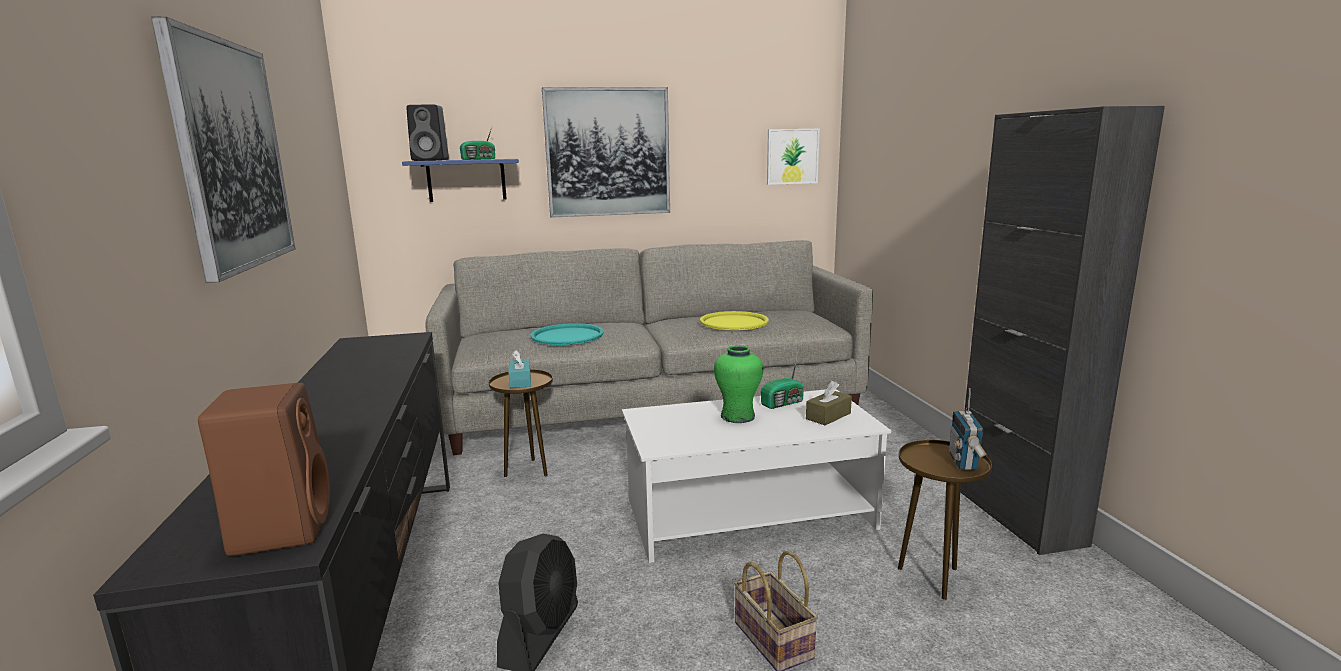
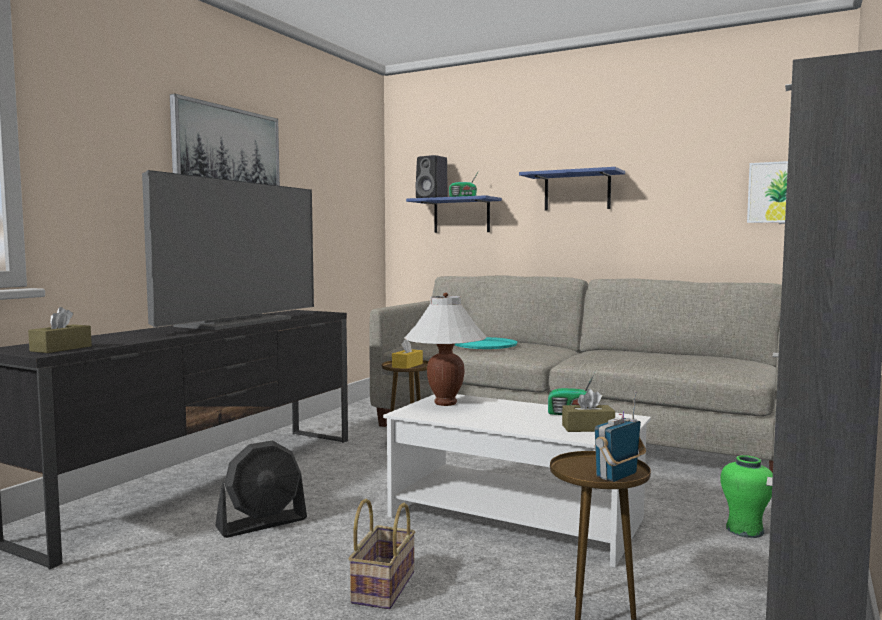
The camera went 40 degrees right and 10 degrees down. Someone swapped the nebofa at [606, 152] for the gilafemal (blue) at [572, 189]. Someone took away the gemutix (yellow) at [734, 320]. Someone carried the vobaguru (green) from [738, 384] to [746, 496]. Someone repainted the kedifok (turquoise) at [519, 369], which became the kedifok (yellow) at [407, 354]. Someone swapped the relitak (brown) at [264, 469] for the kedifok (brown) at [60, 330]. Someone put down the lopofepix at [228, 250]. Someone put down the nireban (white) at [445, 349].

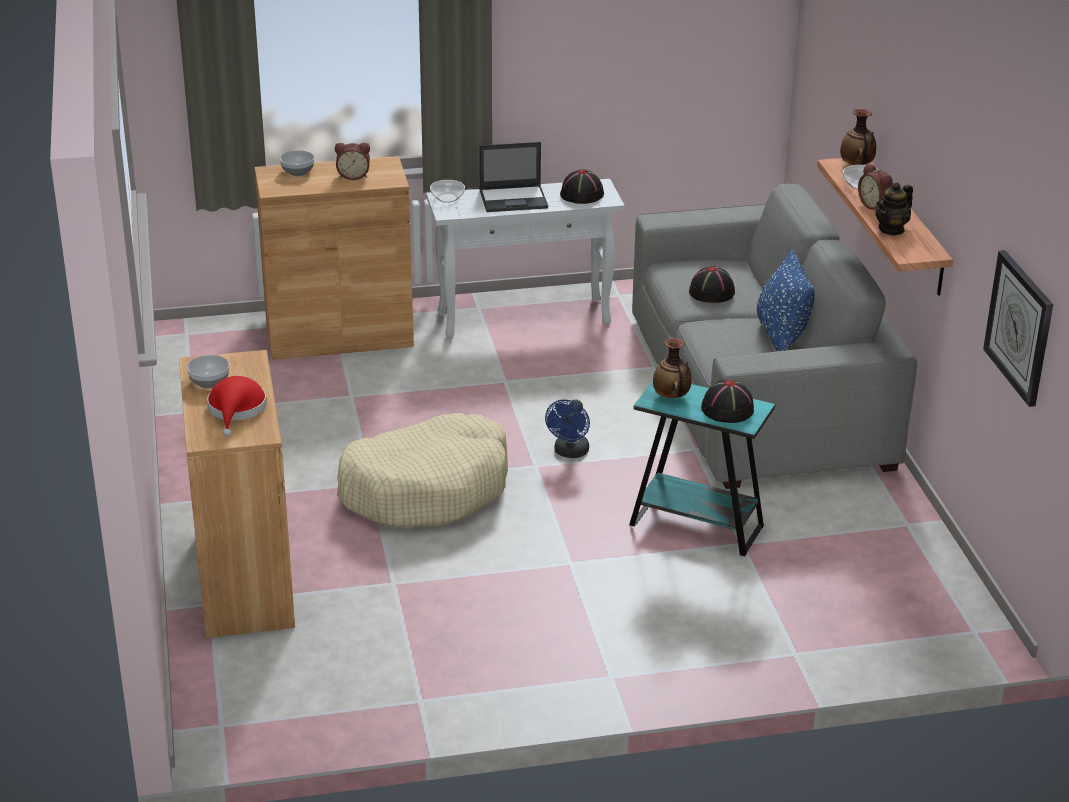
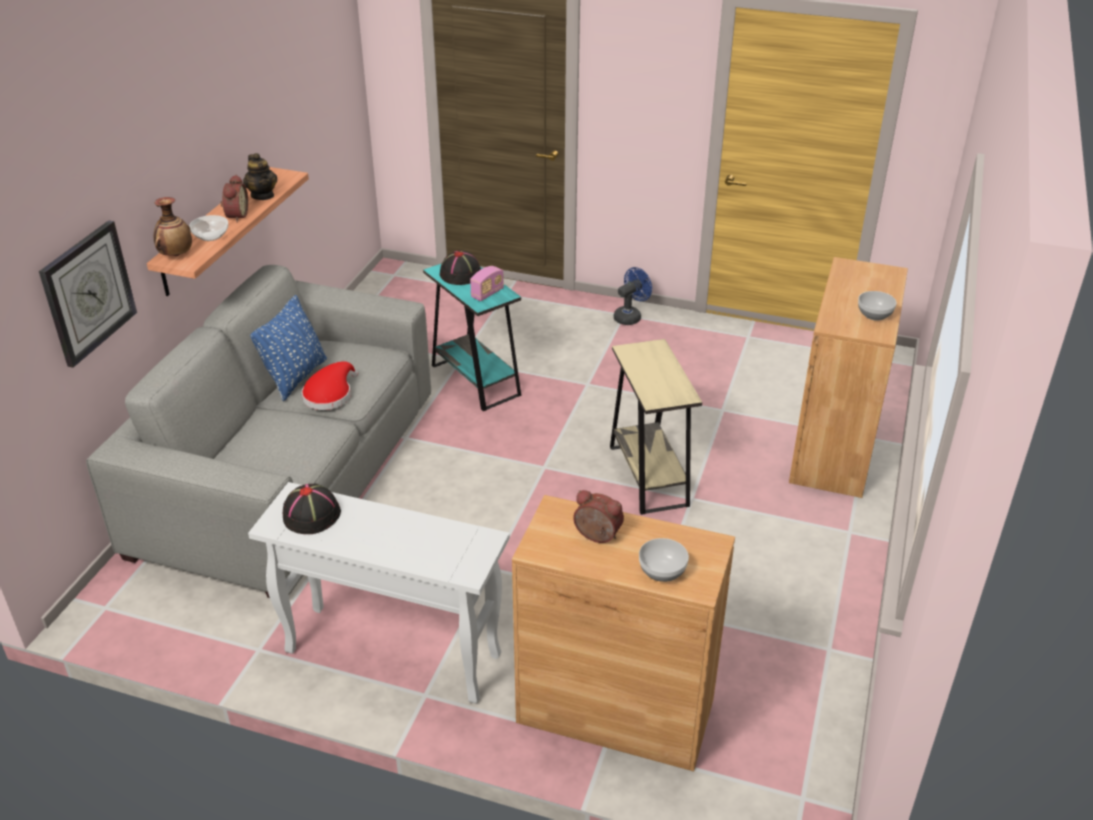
The camera went 150 degrees left and 5 degrees up. Someone took away the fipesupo at [513, 177]. Someone took away the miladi at [447, 191]. Someone rotated the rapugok at [894, 209] by 75 degrees clockwise. Someone carried the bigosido from [1018, 328] to [88, 294]. Someone took away the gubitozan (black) at [712, 284]. Someone swapped the vobaguru at [672, 368] for the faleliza at [487, 283]. Someone carried the gubitozan (red) from [237, 406] to [330, 385]. Someone carried the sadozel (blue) from [567, 429] to [633, 296]. Someone swapped the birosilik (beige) at [422, 470] for the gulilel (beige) at [656, 427].

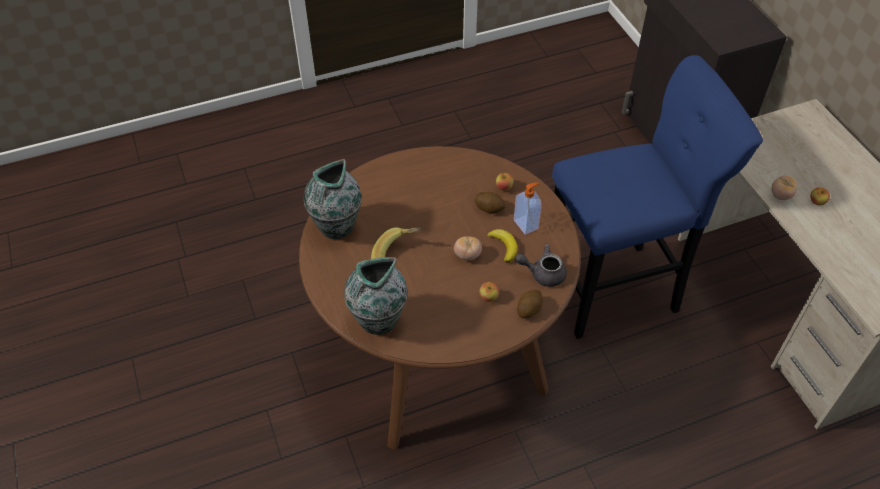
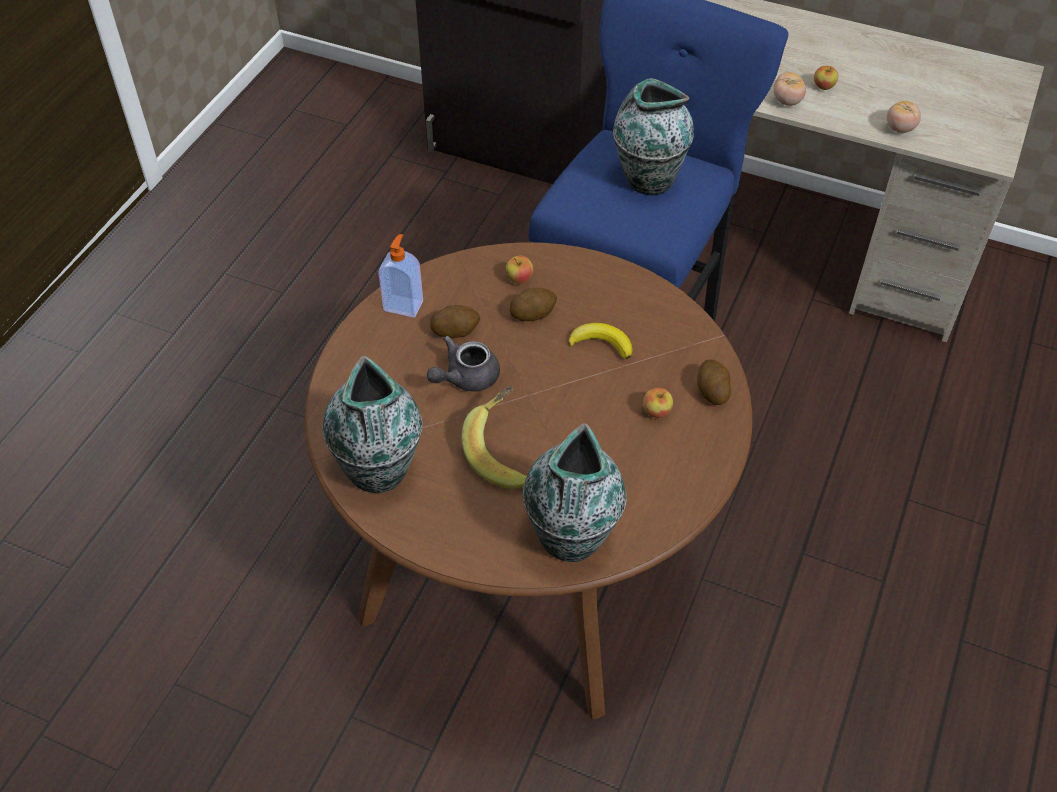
The camera went 45 degrees left and 0 degrees up. Someone carried the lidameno from [527, 208] to [400, 276]. Someone carried the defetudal from [468, 248] to [904, 117]. Someone carried the rapugok (grey) from [541, 265] to [463, 364]. Someone put down the vobaguru at [653, 137]. Someone put down the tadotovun at [455, 321].

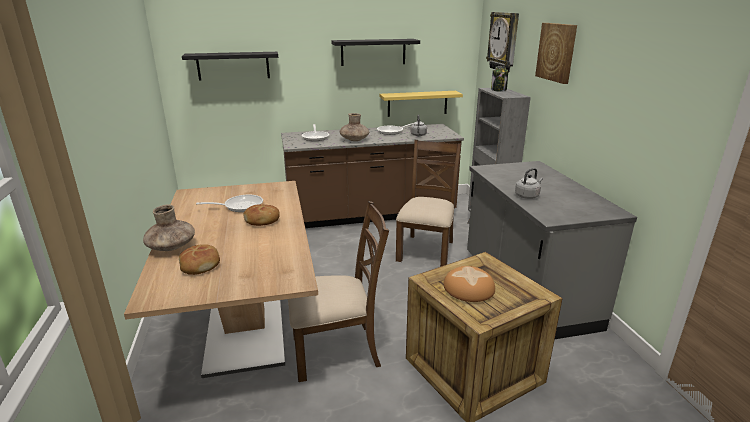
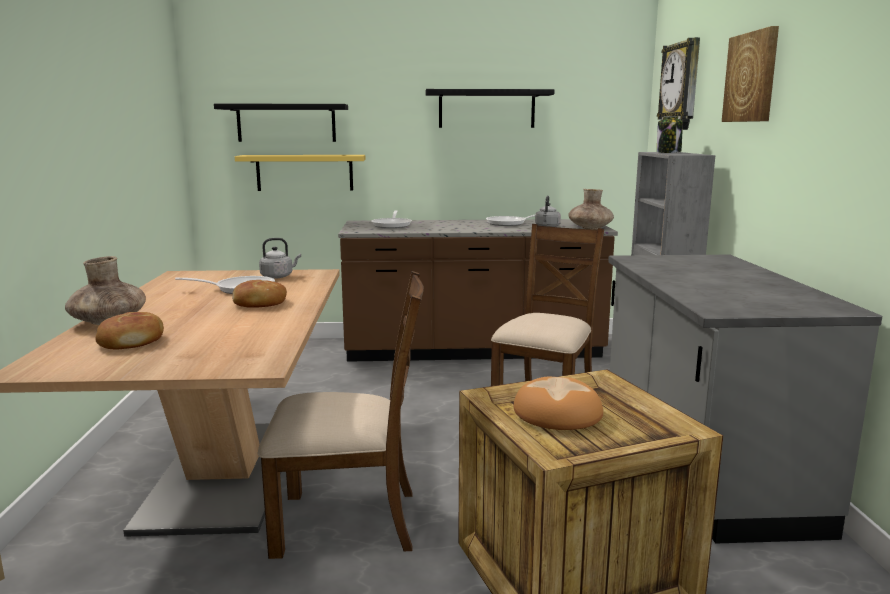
The camera went 10 degrees right and 10 degrees down. Someone carried the gilafemal (yellow) from [421, 104] to [300, 173]. Someone carried the vobaguru (brown) from [354, 127] to [591, 209]. Someone carried the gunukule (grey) from [529, 183] to [280, 258].

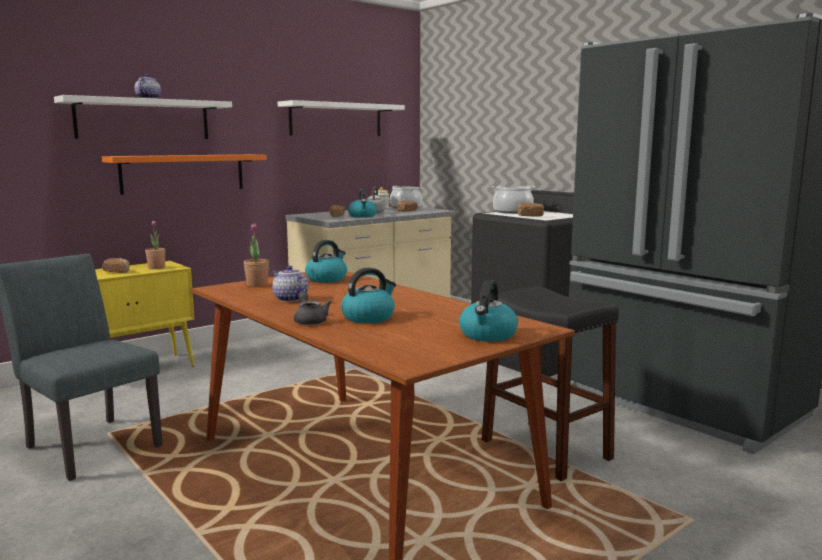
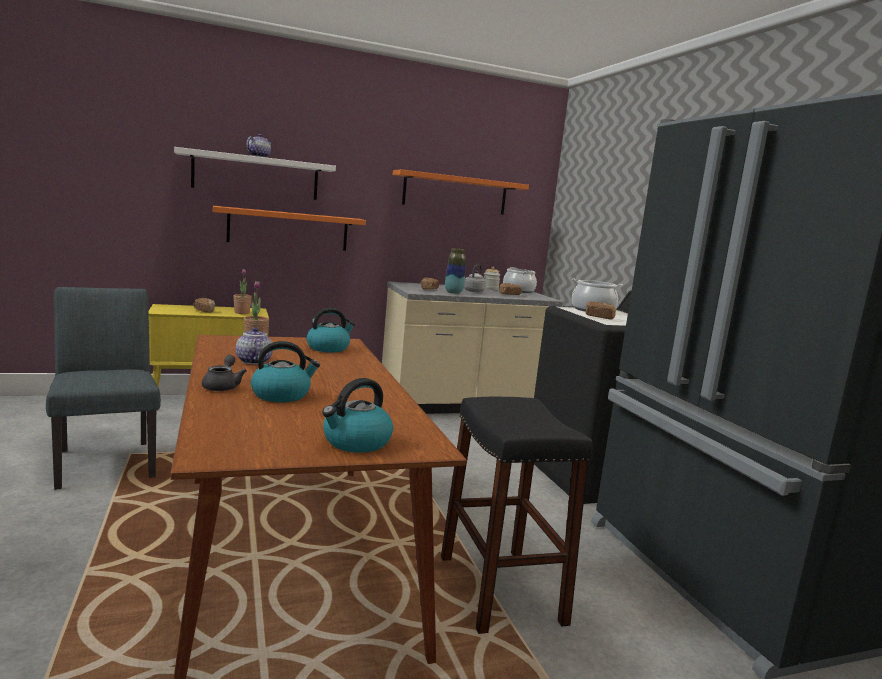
The camera went 20 degrees right and 0 degrees up. Someone repainted the gilafemal (white) at [341, 118], which became the gilafemal (orange) at [461, 192]. Someone swapped the gunukule at [362, 203] for the vobaguru at [455, 271].

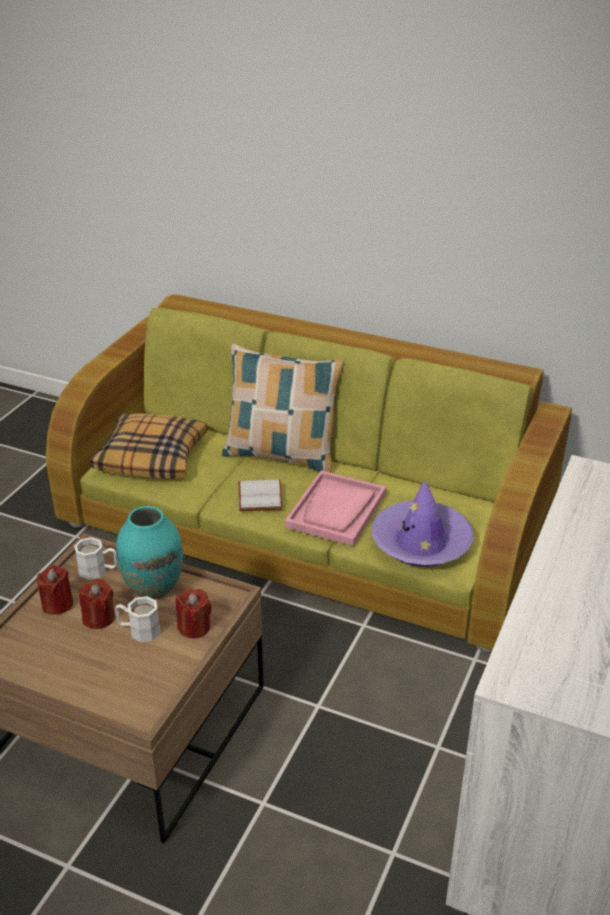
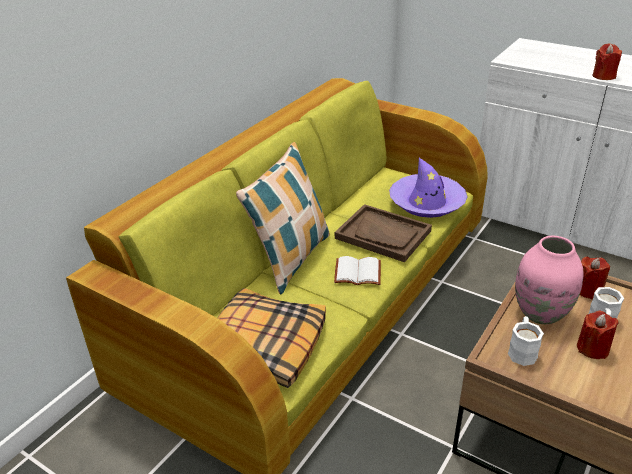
The camera went 80 degrees left and 0 degrees up. Someone repainted the gemutix (pink) at [335, 508], which became the gemutix (brown) at [383, 233]. Someone repainted the vobaguru (turquoise) at [149, 552], which became the vobaguru (pink) at [549, 280]. Someone carried the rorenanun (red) from [55, 590] to [607, 61].

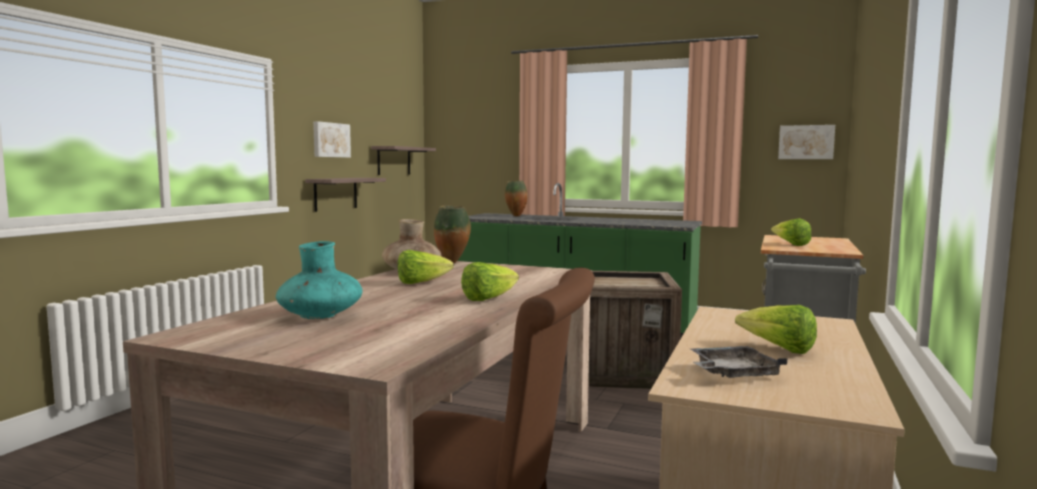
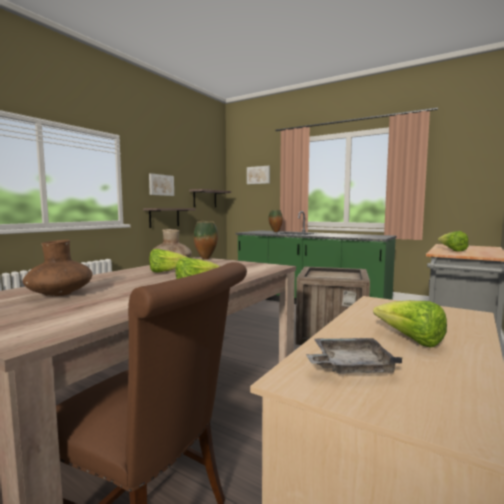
The camera went 10 degrees right and 0 degrees up. Someone carried the nebofa from [806, 142] to [258, 175]. Someone repainted the vobaguru (turquoise) at [319, 280], which became the vobaguru (brown) at [57, 268].

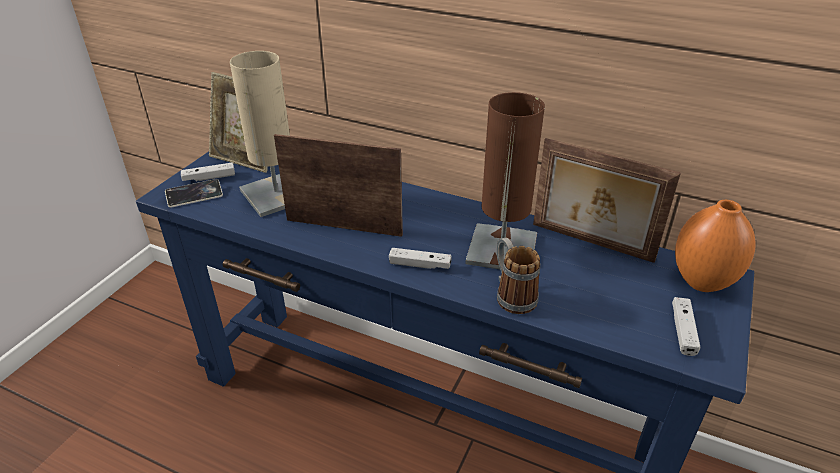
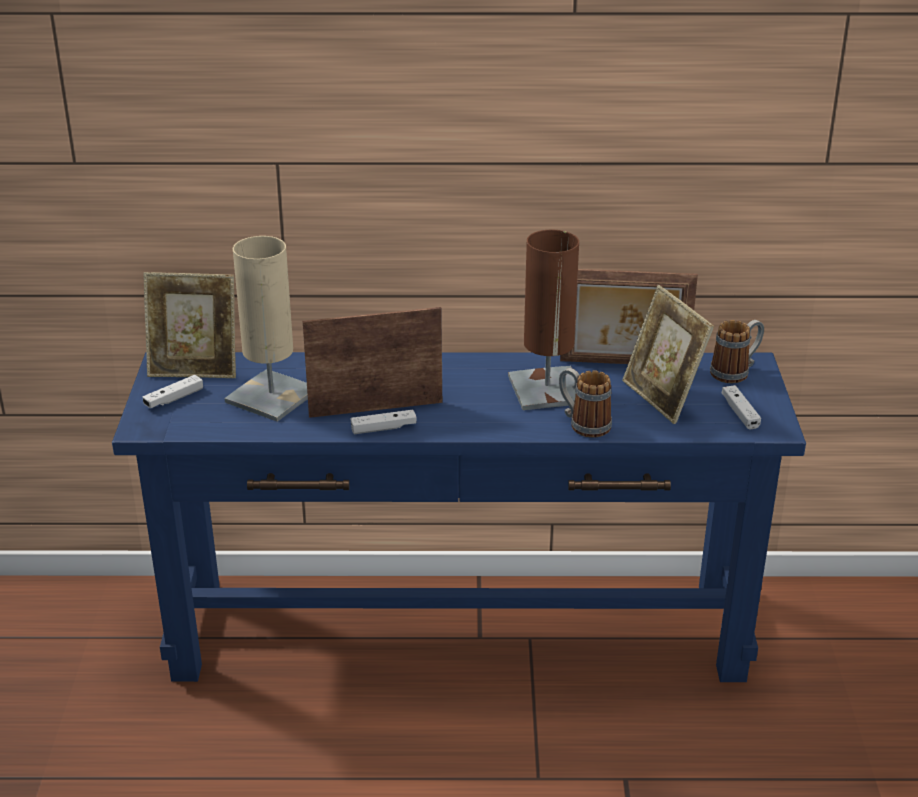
The camera went 25 degrees left and 5 degrees down. Someone took away the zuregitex at [194, 193]. Someone swapped the vobaguru (orange) at [715, 246] for the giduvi at [737, 351]. Someone carried the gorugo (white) from [420, 258] to [384, 422]. Someone put down the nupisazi at [668, 354].

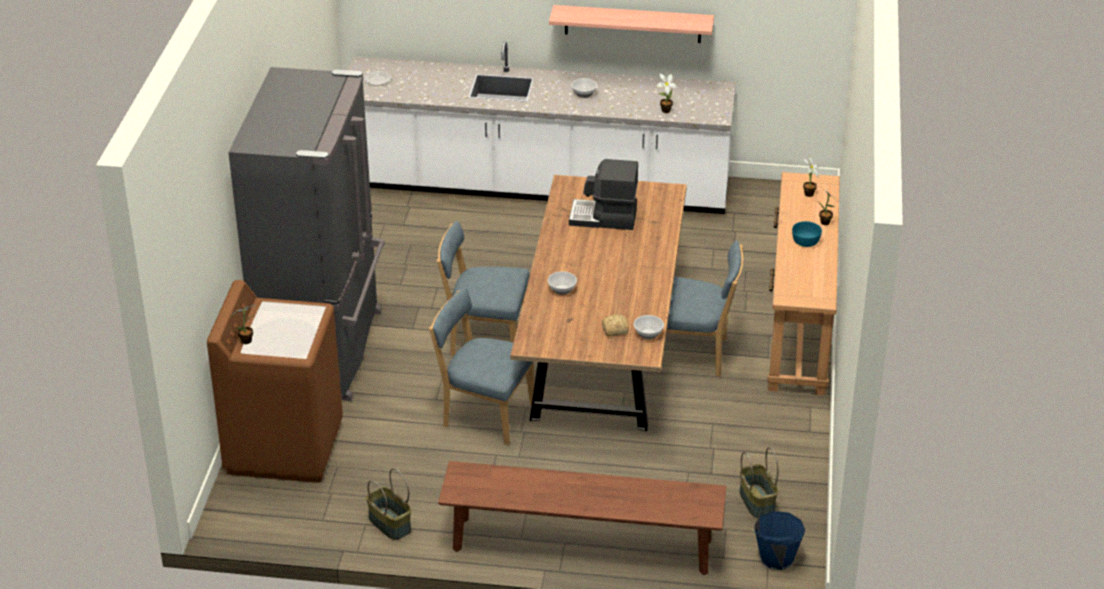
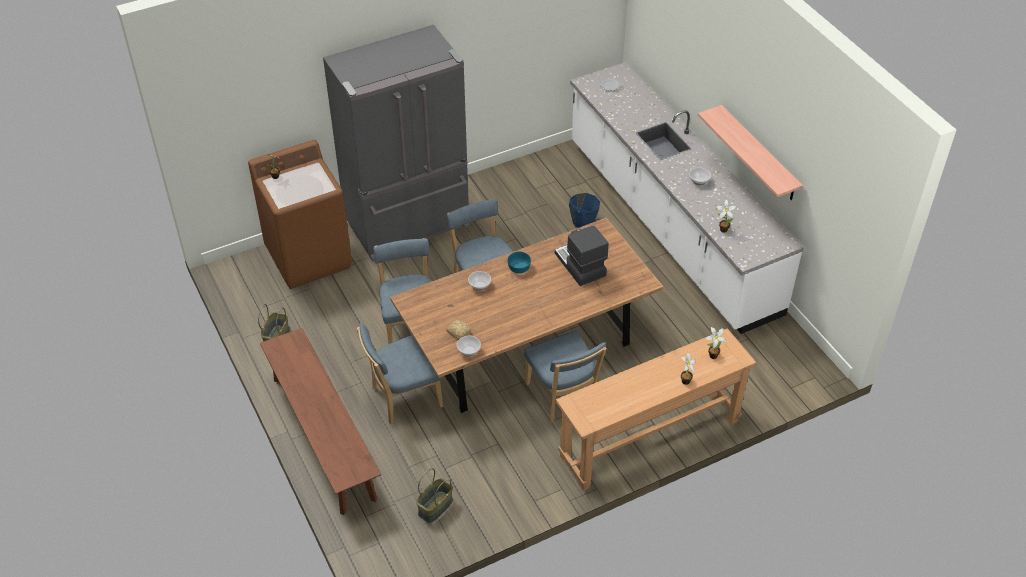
The camera went 55 degrees right and 10 degrees up. Someone carried the miladi (turquoise) from [807, 234] to [519, 263]. Someone carried the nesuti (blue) from [779, 540] to [584, 210]. Someone put down the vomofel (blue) at [400, 373].

